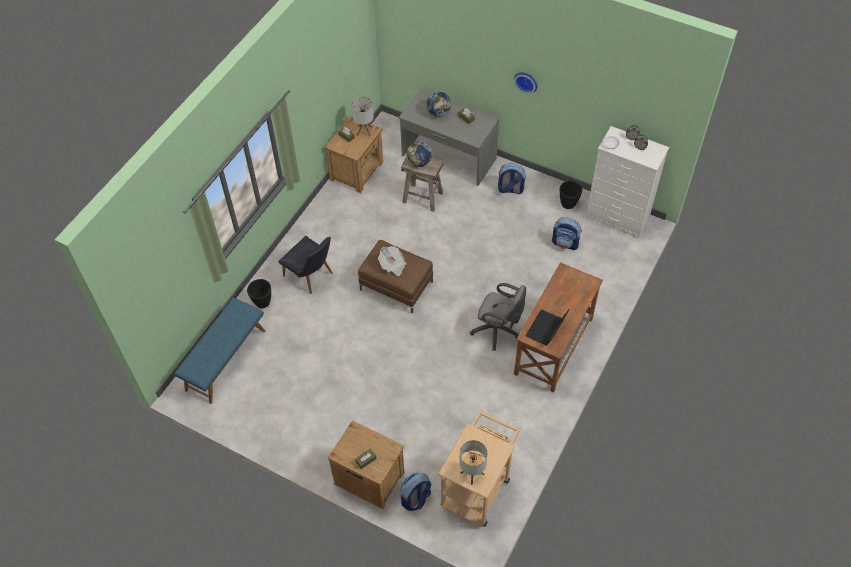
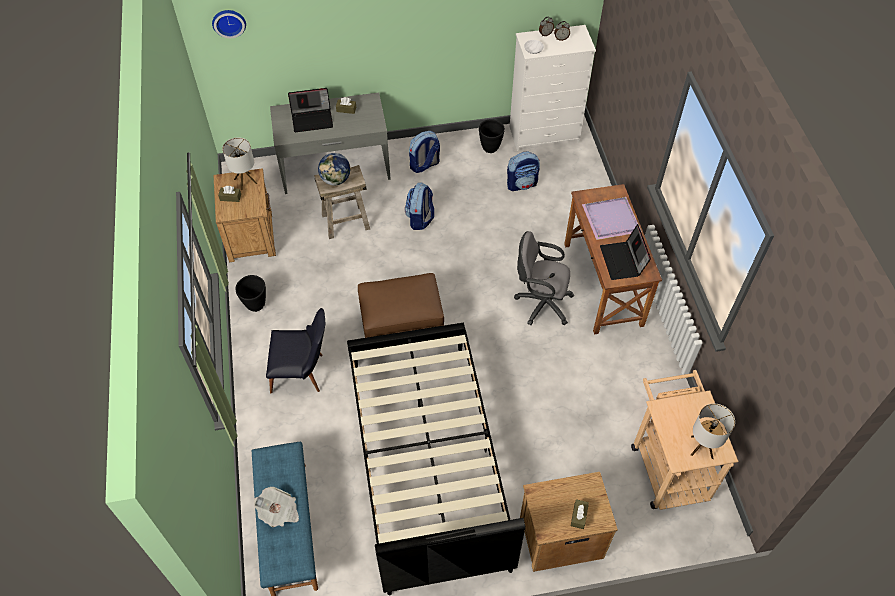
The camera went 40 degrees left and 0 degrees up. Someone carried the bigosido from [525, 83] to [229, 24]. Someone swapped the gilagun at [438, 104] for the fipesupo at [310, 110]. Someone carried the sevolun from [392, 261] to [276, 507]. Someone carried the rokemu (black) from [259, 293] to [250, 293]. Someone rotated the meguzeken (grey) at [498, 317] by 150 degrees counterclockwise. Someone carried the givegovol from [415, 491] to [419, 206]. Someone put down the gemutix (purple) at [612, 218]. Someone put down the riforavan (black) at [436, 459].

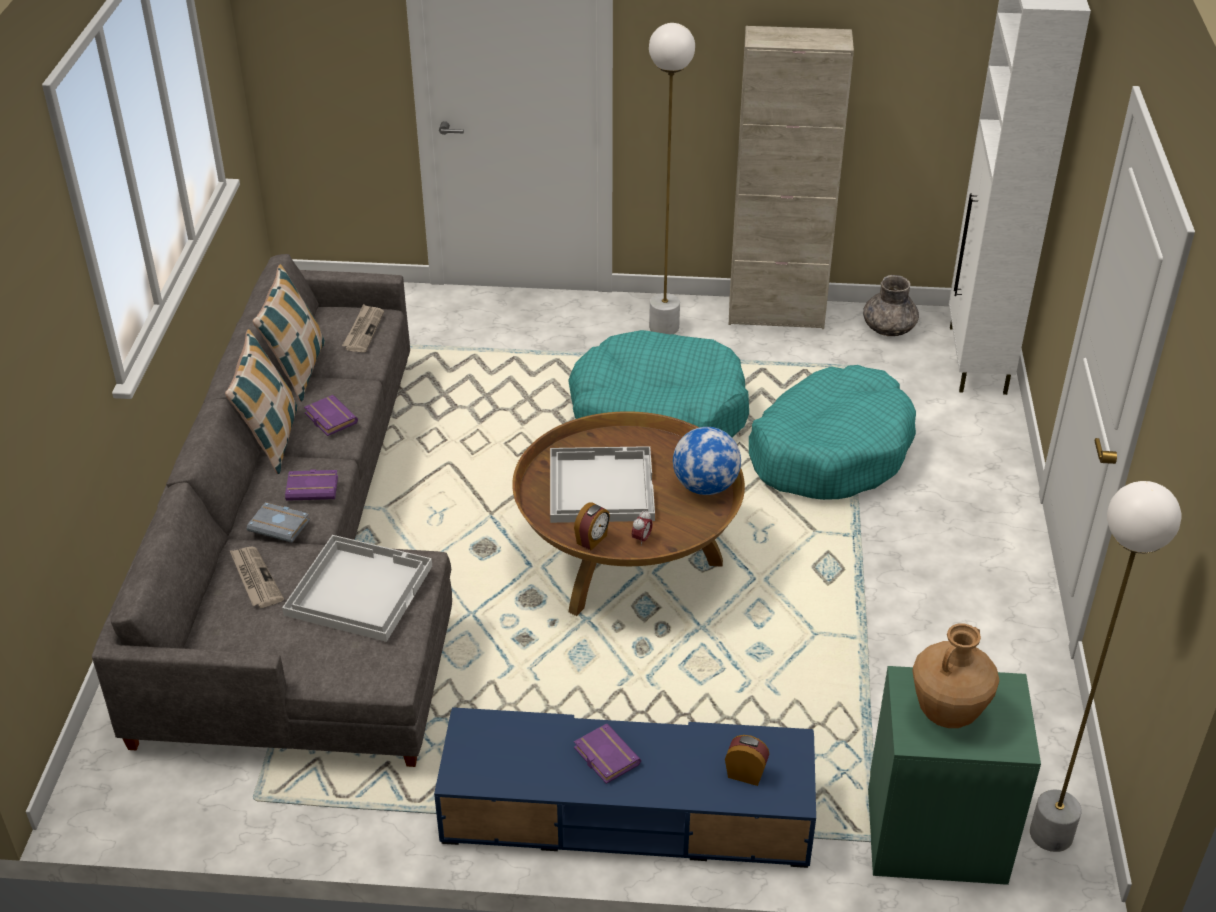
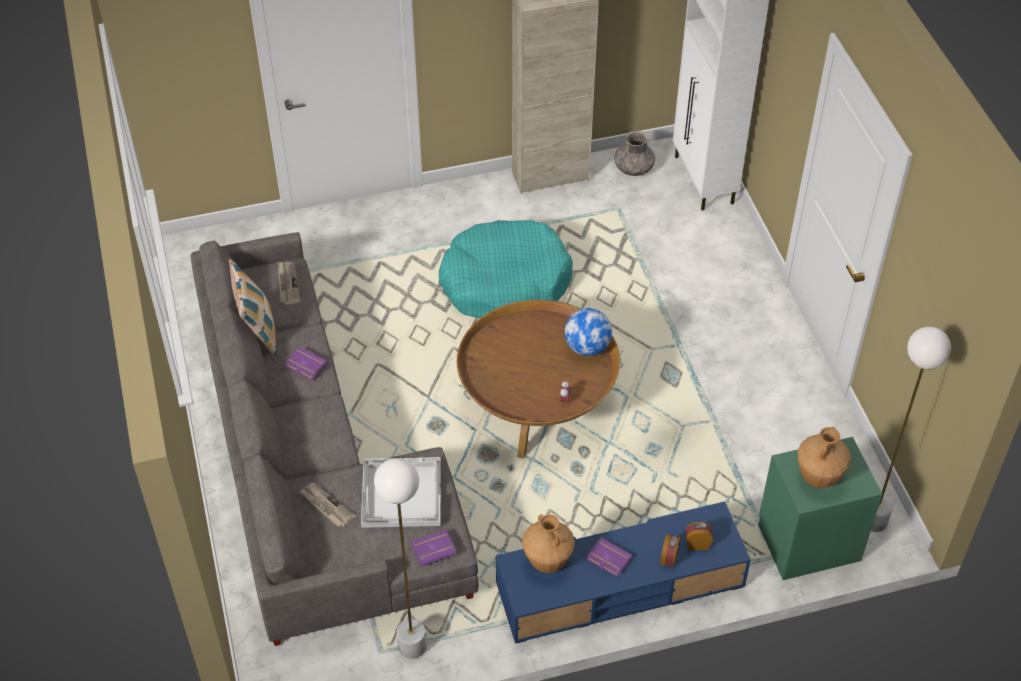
The camera went 20 degrees left and 10 degrees up. Someone carried the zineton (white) from [672, 179] to [400, 558]. Someone took away the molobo at [261, 401]. Someone took away the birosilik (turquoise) at [832, 432]. Someone took away the gemutix (white) at [602, 484]. Someone carried the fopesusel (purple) from [311, 485] to [434, 548]. Someone took away the fopesusel (grey) at [278, 522]. Someone carried the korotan from [592, 526] to [670, 550]. Someone put down the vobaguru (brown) at [548, 543].

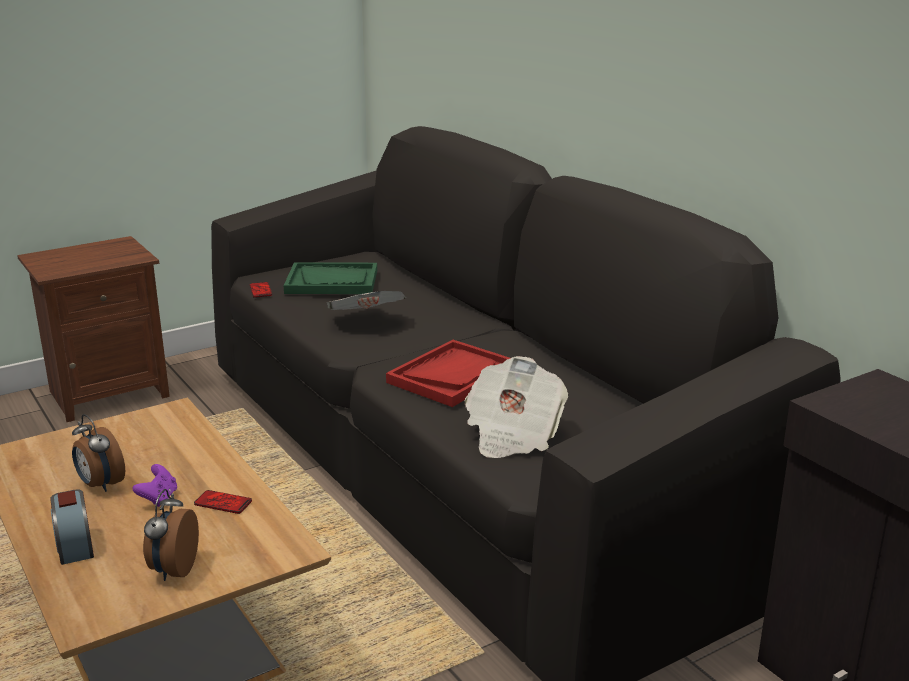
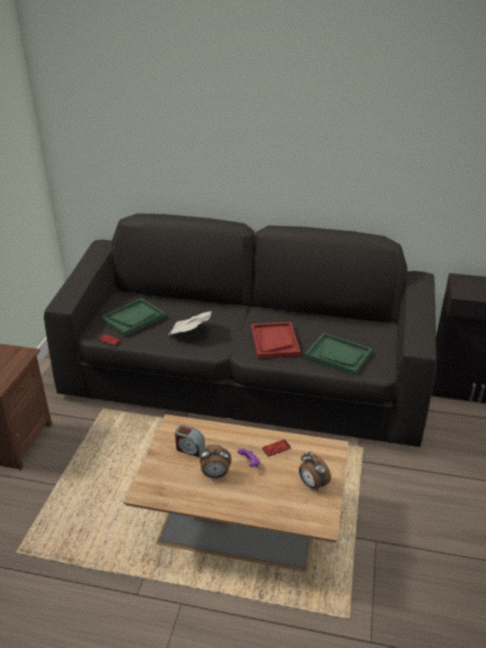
The camera went 45 degrees left and 10 degrees up. Someone swapped the sevolun at [516, 407] for the gemutix (green) at [338, 354]. Someone carried the korotan from [72, 527] to [190, 441].

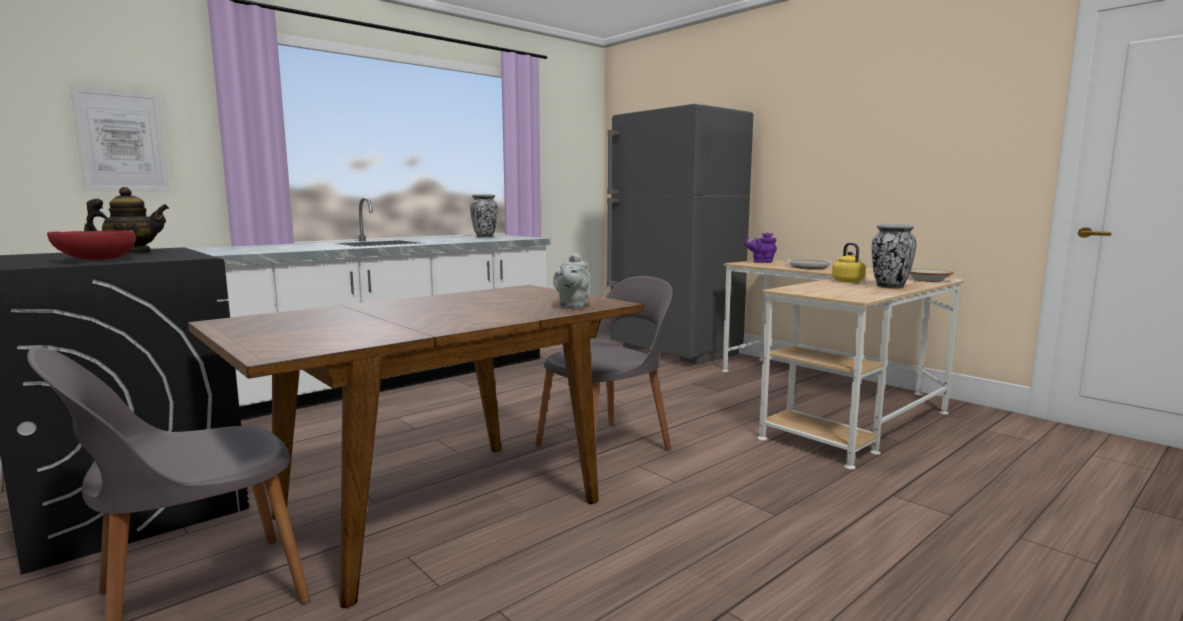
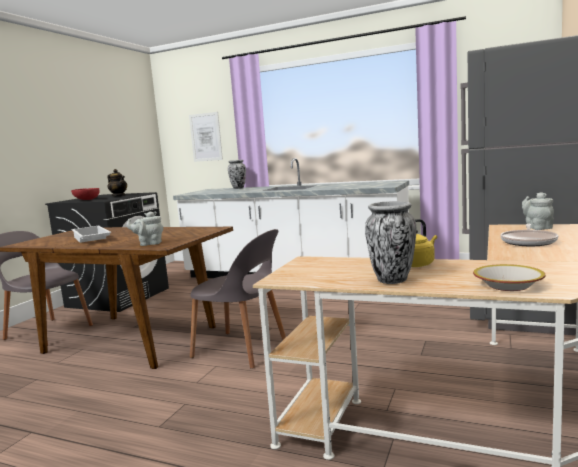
The camera went 65 degrees right and 0 degrees up. Someone carried the vobaguru from [484, 216] to [237, 174]. Someone repainted the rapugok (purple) at [760, 248], which became the rapugok (grey) at [538, 211]. Someone put down the gemutix (white) at [91, 234].

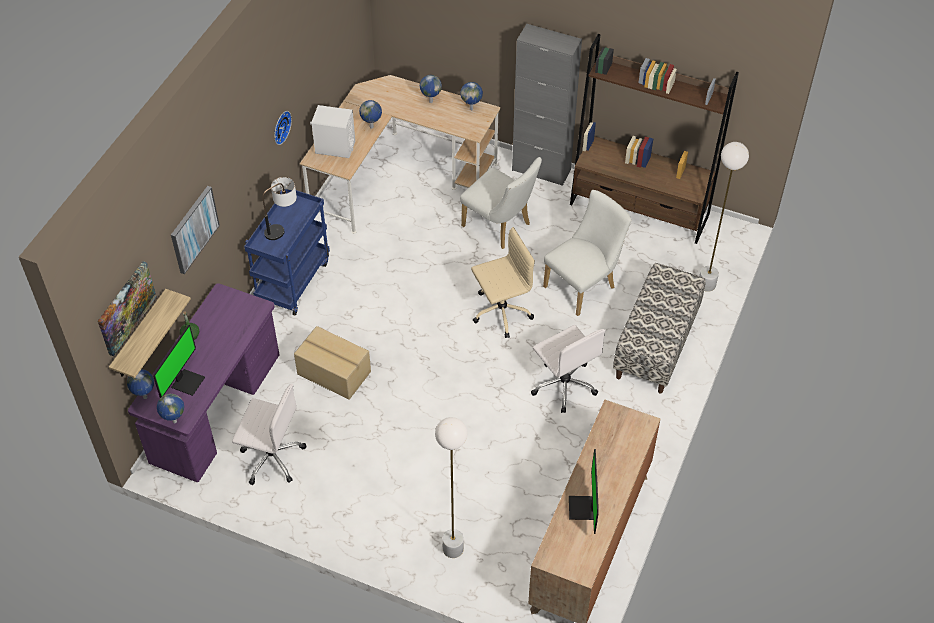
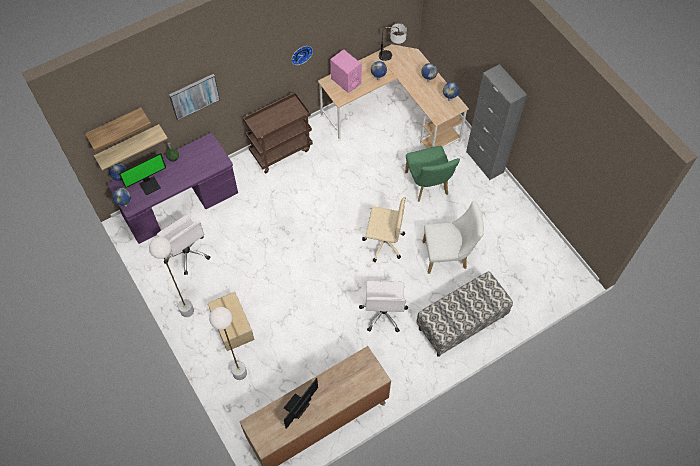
The camera went 35 degrees right and 10 degrees up. Someone took away the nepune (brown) at [654, 139]. Someone repainted the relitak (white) at [332, 131], which became the relitak (pink) at [346, 71]. Someone carried the zineton (white) from [724, 217] to [171, 277]. Someone repainted the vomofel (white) at [501, 203], which became the vomofel (green) at [432, 174]. Someone carried the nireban from [279, 208] to [393, 42]. Someone repainted the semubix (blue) at [287, 252], which became the semubix (brown) at [278, 132]. Someone swapped the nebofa at [127, 308] for the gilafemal at [118, 129]. Someone carried the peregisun from [332, 363] to [231, 321].

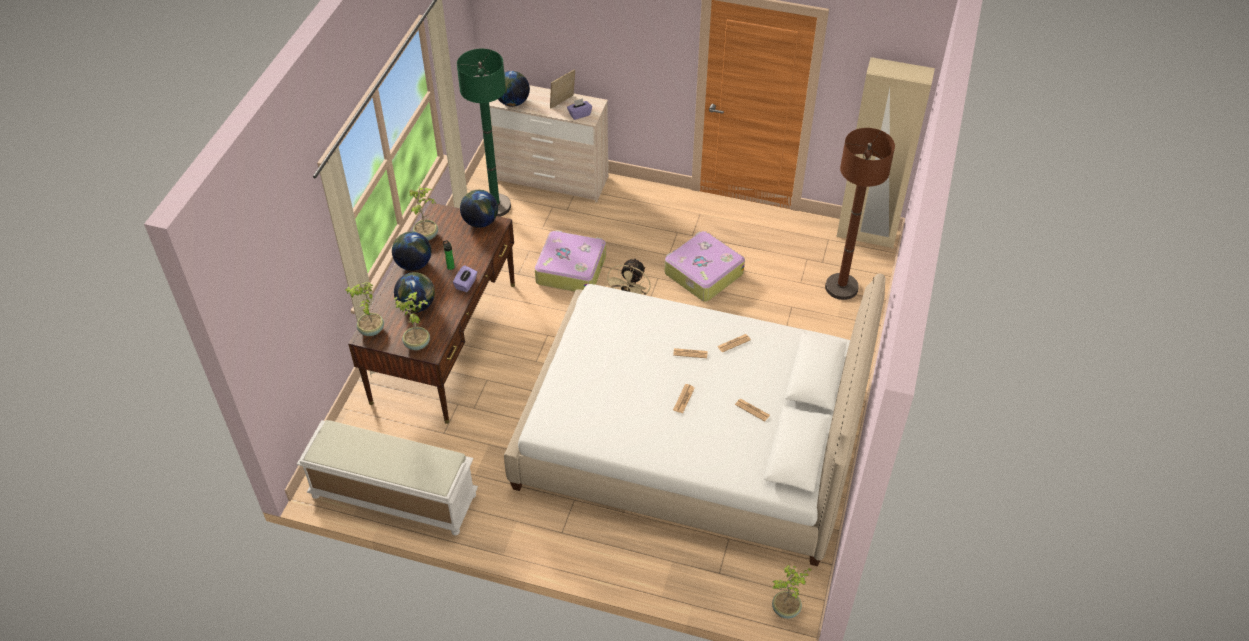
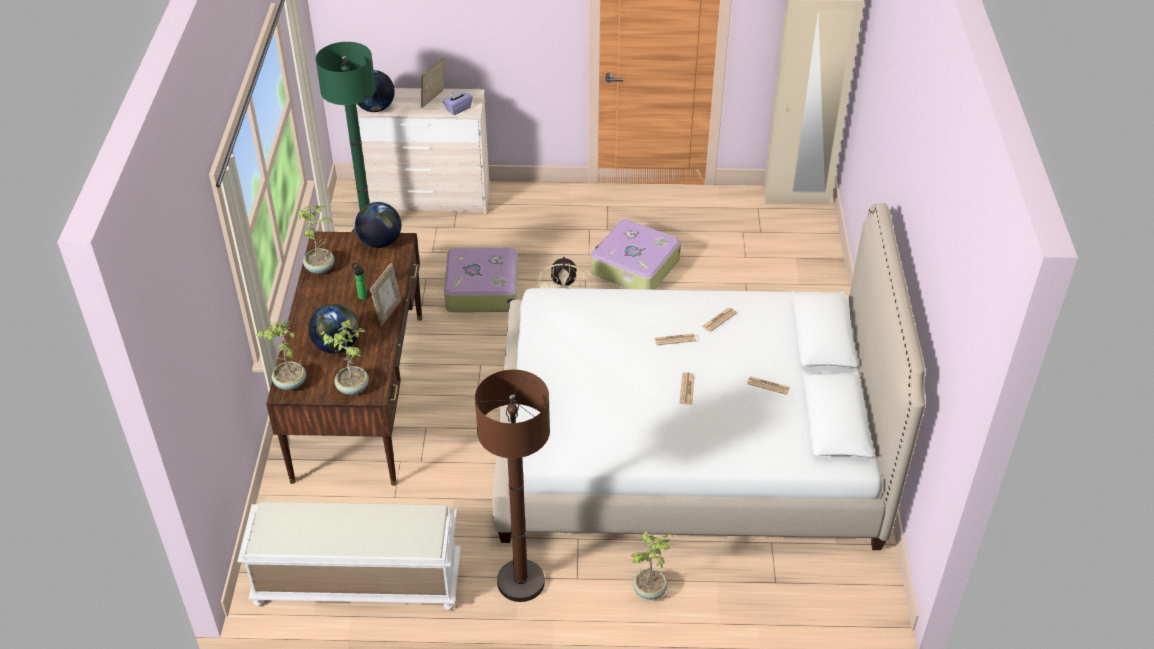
The camera went 15 degrees left and 5 degrees down. Someone carried the zineton (brown) from [860, 214] to [512, 486]. Someone took away the gilagun at [411, 251]. Someone swapped the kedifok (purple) at [465, 278] for the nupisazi at [386, 294]. Someone carried the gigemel from [792, 592] to [651, 565].

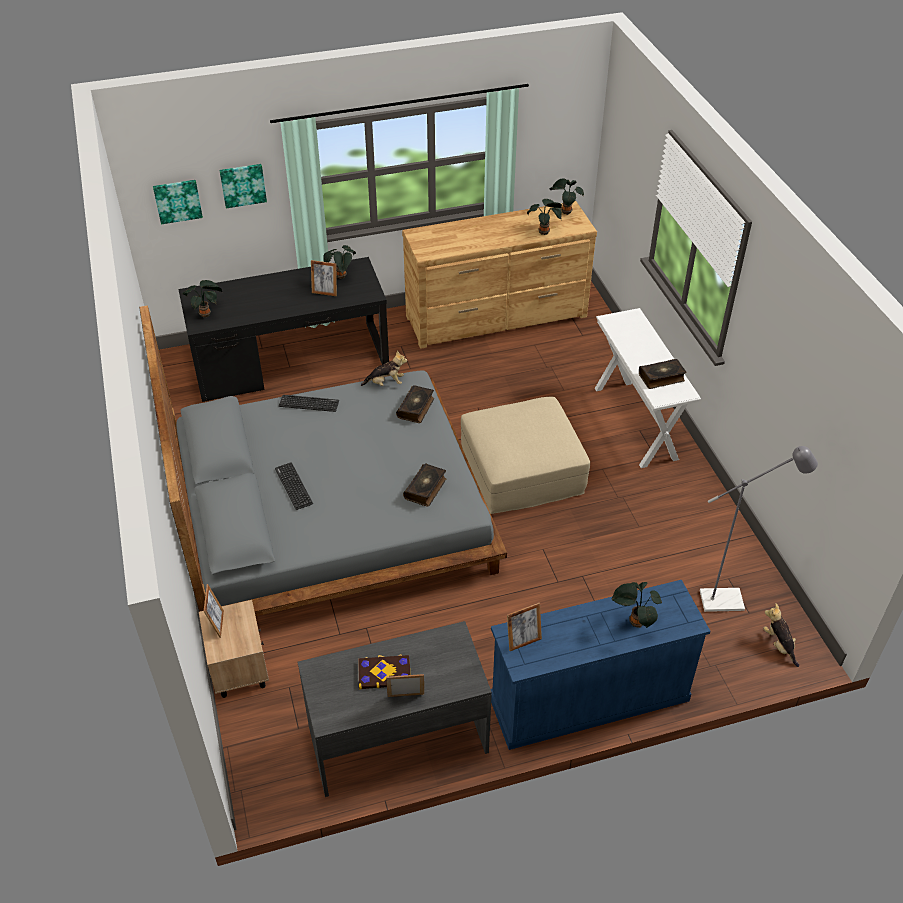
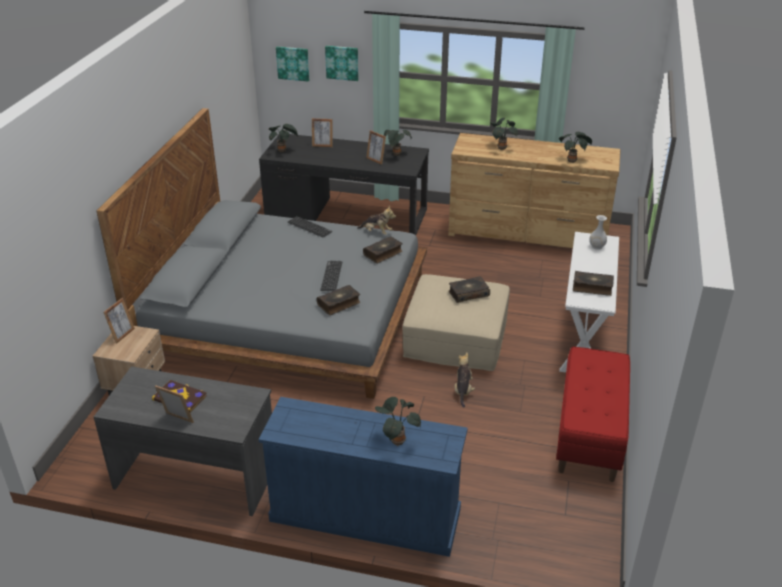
The camera went 30 degrees right and 10 degrees down. Someone carried the gigemel from [566, 196] to [504, 134]. Someone took away the zineton (grey) at [759, 529]. Someone carried the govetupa from [294, 486] to [331, 276]. Someone carried the nupisazi from [524, 627] to [322, 132]. Someone carried the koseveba from [781, 635] to [464, 380]. Someone put down the vobaguru (white) at [598, 232]. Someone put down the fopesusel at [469, 289]. Someone put down the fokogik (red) at [593, 414].

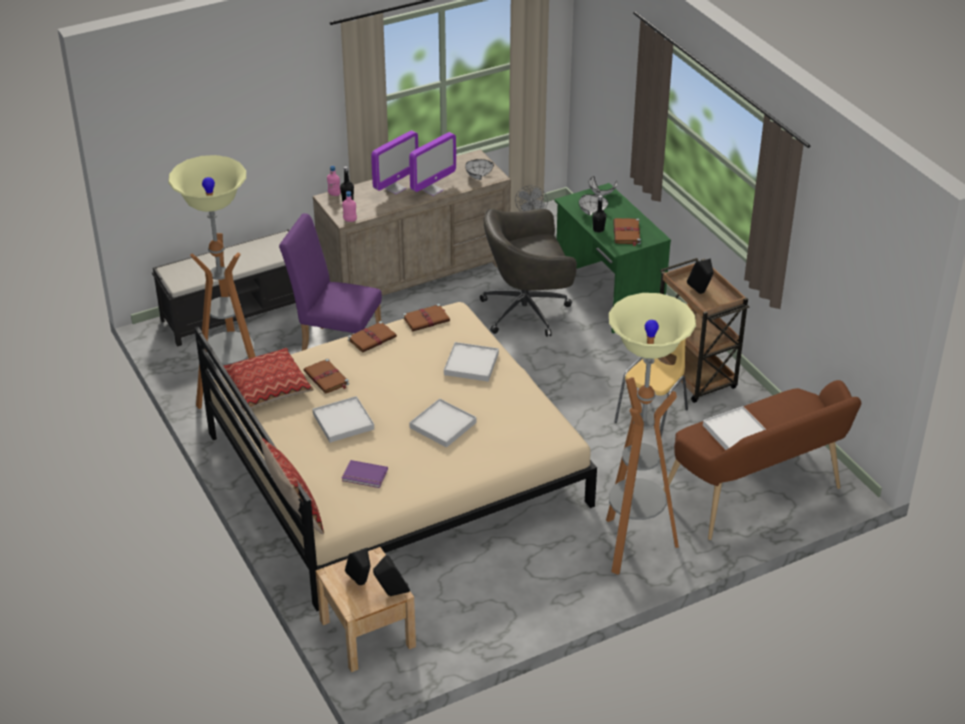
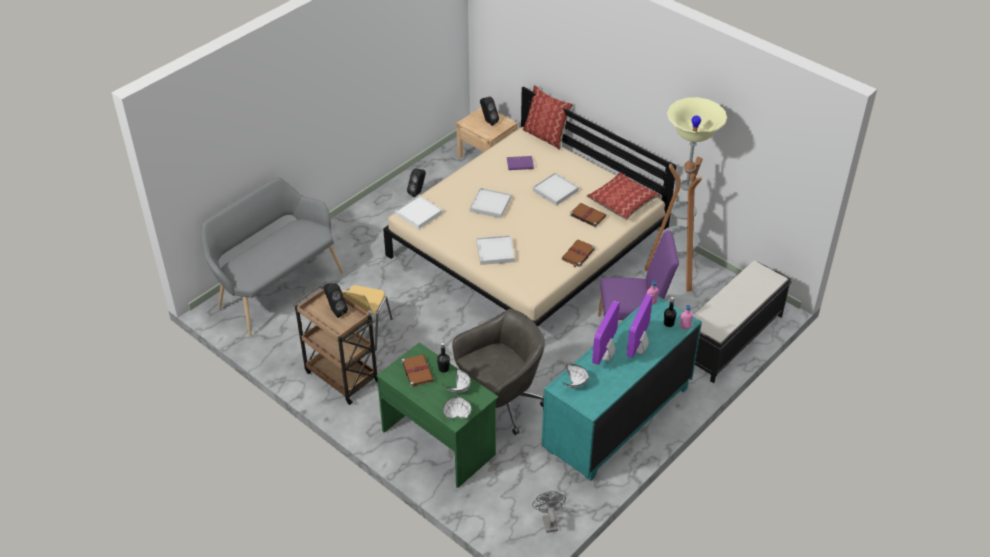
The camera went 160 degrees right and 5 degrees up. Someone repainted the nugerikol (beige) at [412, 222], which became the nugerikol (turquoise) at [622, 388]. Someone took away the zineton at [651, 434]. Someone took away the fopesusel (brown) at [426, 317]. Someone repainted the fokogik (brown) at [762, 460], which became the fokogik (grey) at [272, 257]. Someone carried the gemutix (white) from [734, 428] to [419, 212]. Someone carried the relitak (black) from [391, 575] to [416, 182].

